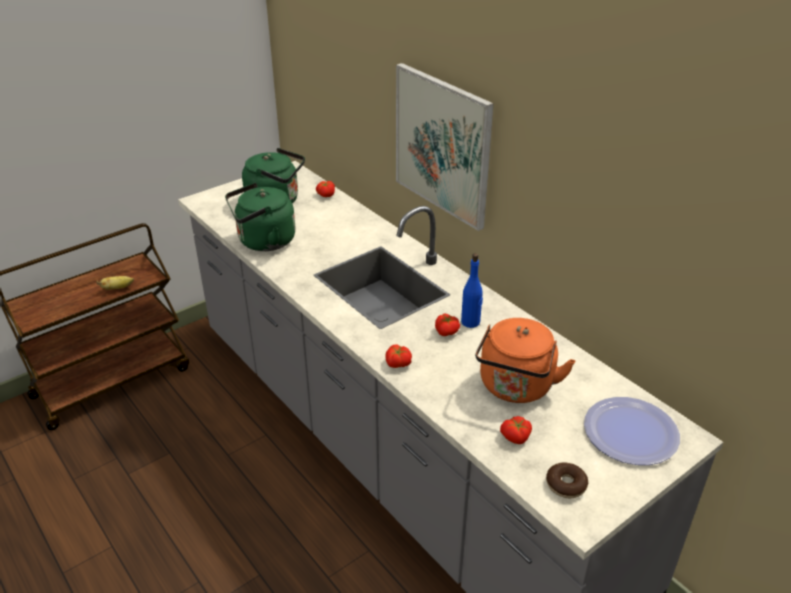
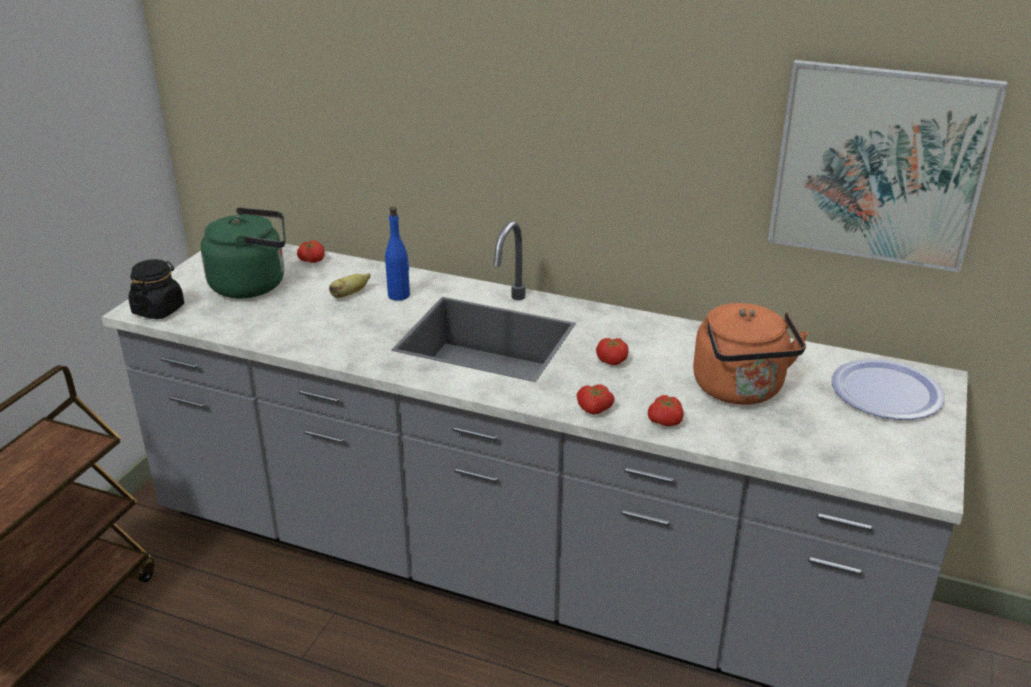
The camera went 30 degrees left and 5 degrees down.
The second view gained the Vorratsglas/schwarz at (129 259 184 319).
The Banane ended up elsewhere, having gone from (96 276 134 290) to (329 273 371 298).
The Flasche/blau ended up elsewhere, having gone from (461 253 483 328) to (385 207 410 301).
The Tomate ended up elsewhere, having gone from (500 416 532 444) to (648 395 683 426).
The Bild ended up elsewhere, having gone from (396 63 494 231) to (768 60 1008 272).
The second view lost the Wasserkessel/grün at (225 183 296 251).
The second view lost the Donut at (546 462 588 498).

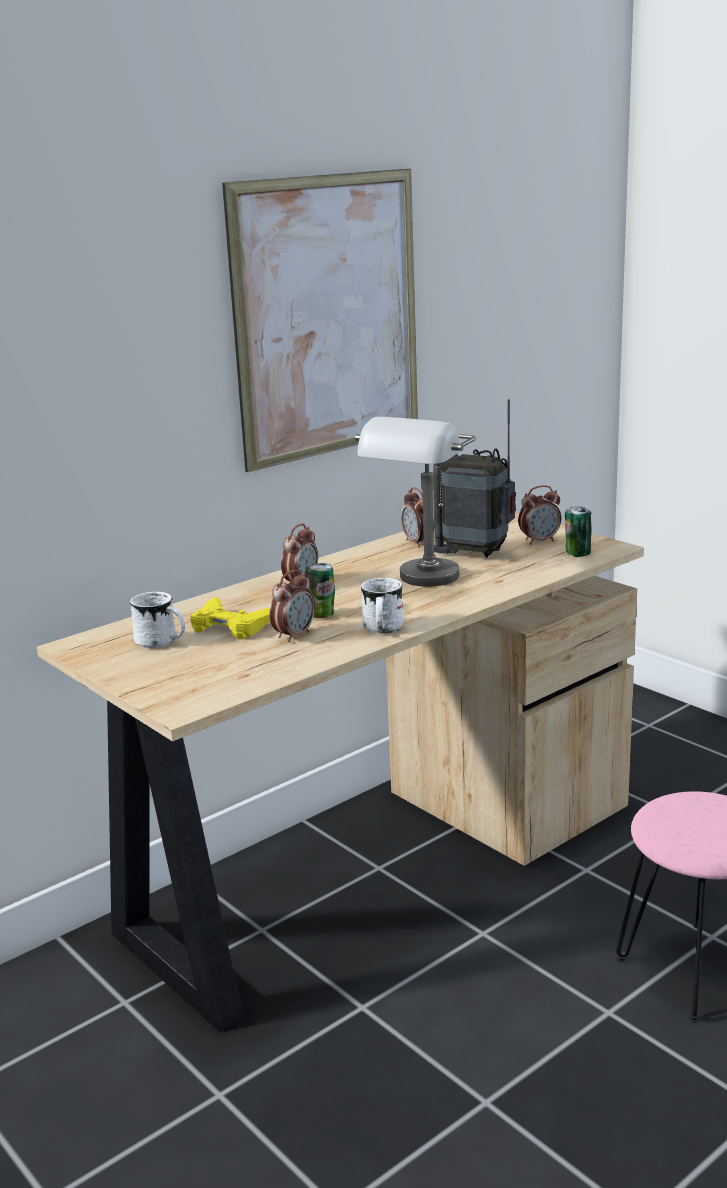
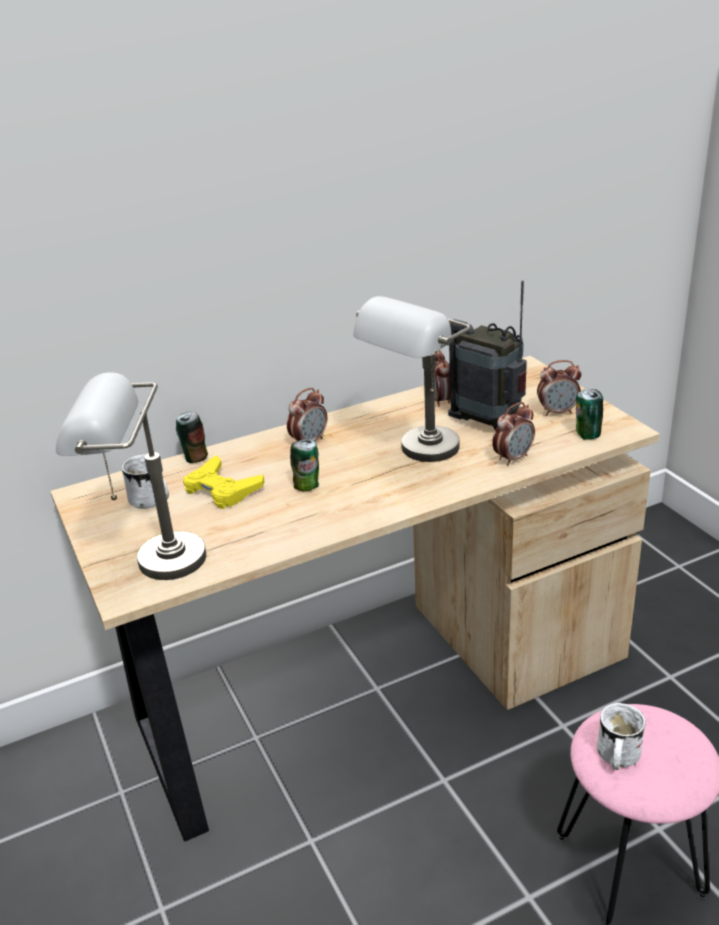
The camera went 15 degrees right and 10 degrees up.
The second view gained the Tischlampe/grau at (56 372 206 580).
The second view gained the Dose at (176 412 208 463).
The Wecker ended up elsewhere, having gone from (269 569 315 642) to (492 402 535 466).
The Henkelbecher/weiß ended up elsewhere, having gone from (361 578 403 634) to (597 703 646 770).
The second view lost the Bild at (222 169 418 472).

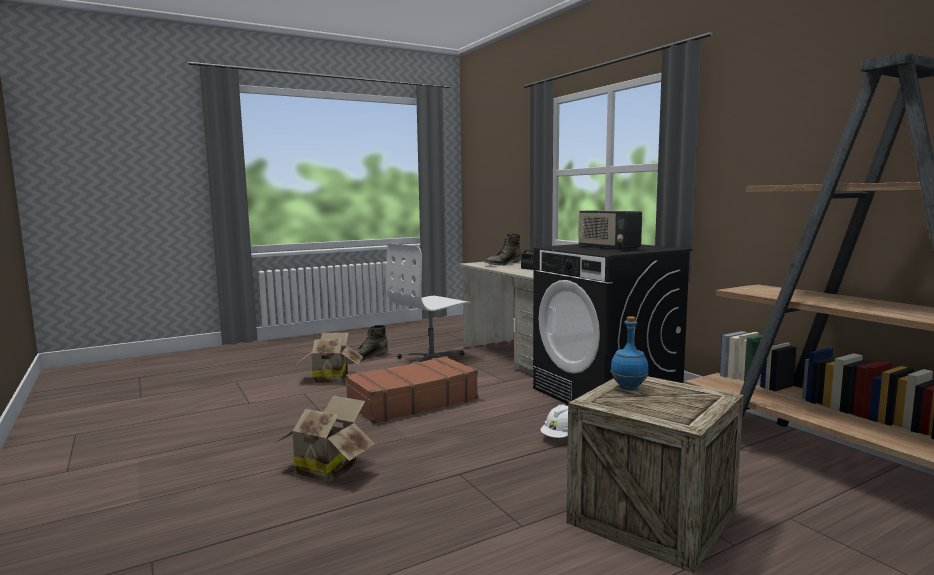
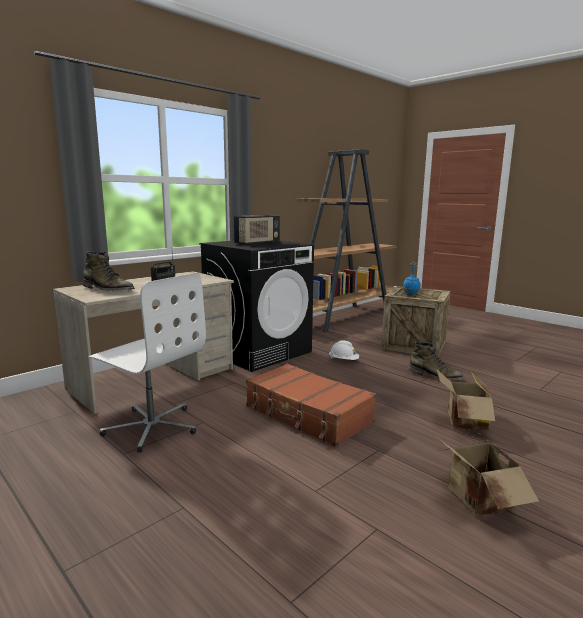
The camera went 105 degrees left and 5 degrees up.
The Stiefel/grün ended up elsewhere, having gone from (347 325 388 361) to (408 342 464 380).
The Karton ended up elsewhere, having gone from (297 332 363 383) to (437 432 539 516).

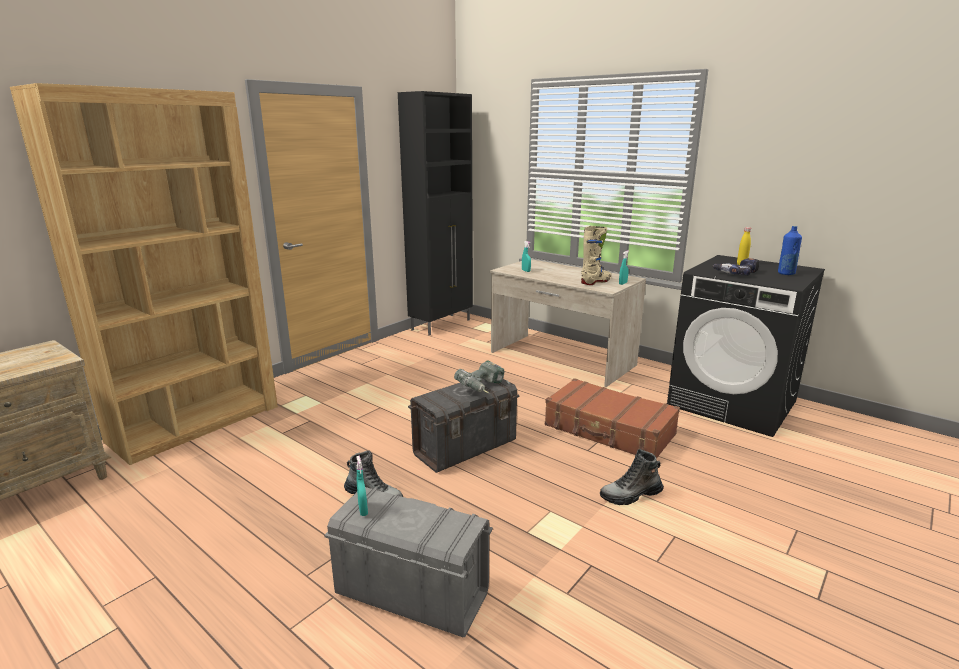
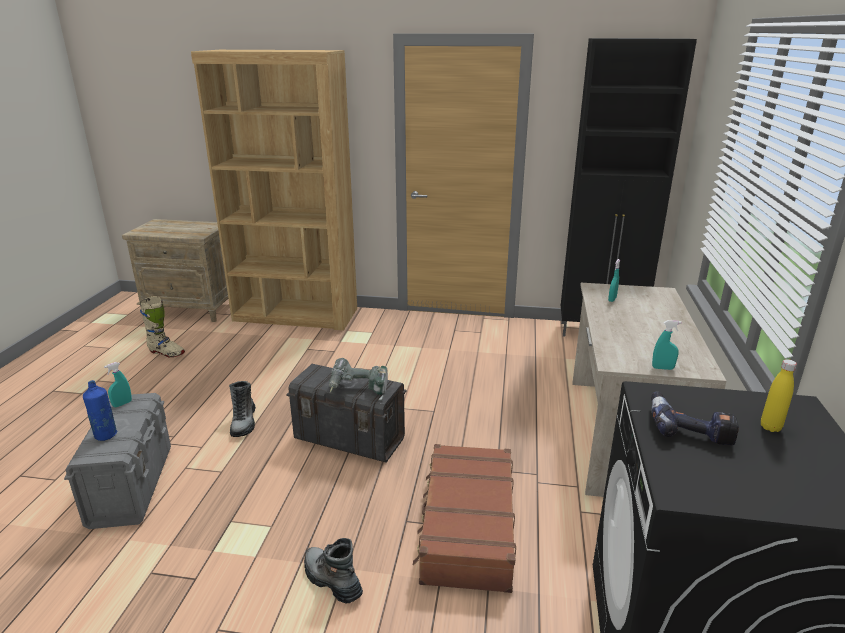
The camera went 60 degrees right and 5 degrees up.
The Flasche/blau ended up elsewhere, having gone from (778 226 802 275) to (83 380 117 441).
The Stiefel/beige ended up elsewhere, having gone from (581 226 612 285) to (140 296 185 357).

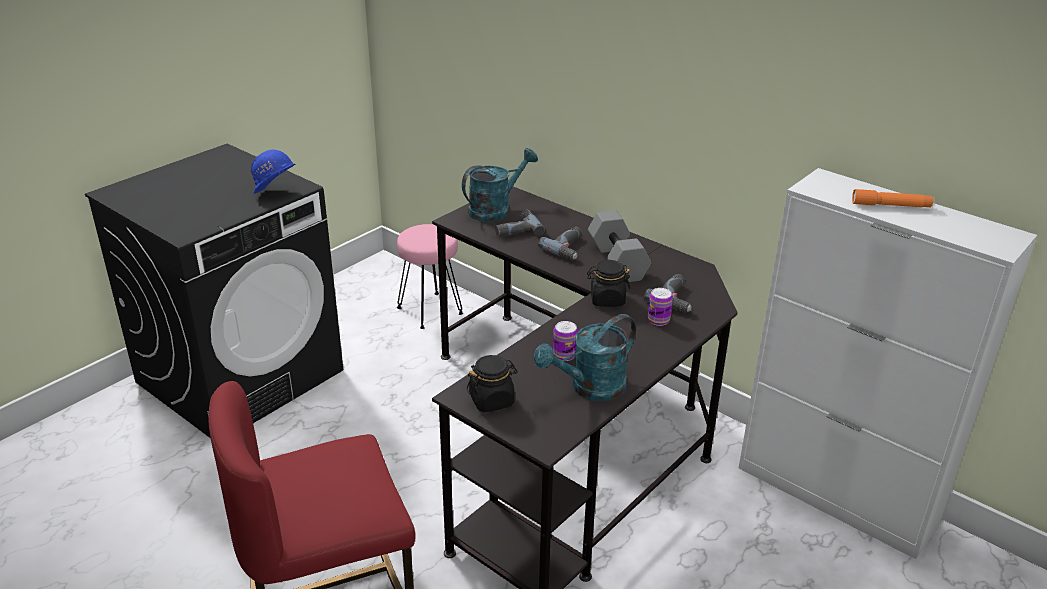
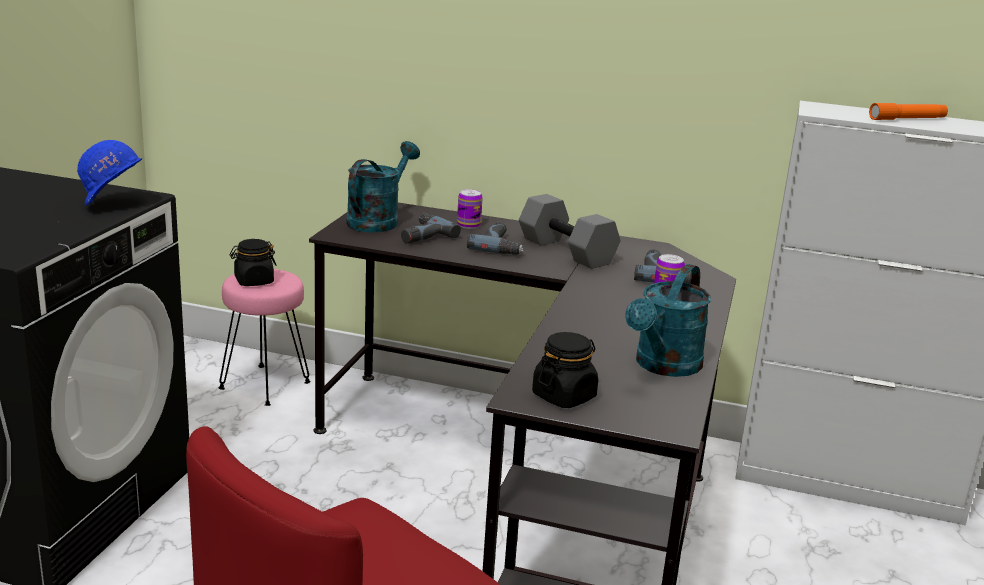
The camera went 25 degrees left and 10 degrees down.
The Vorratsglas/schwarz ended up elsewhere, having gone from (587 260 630 307) to (229 239 277 286).
The Dose ended up elsewhere, having gone from (553 321 578 361) to (457 189 483 229).

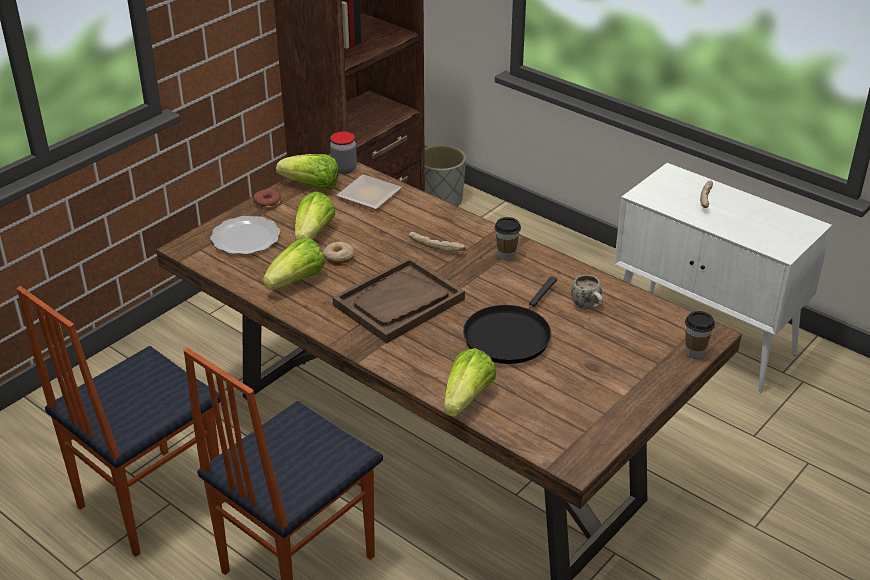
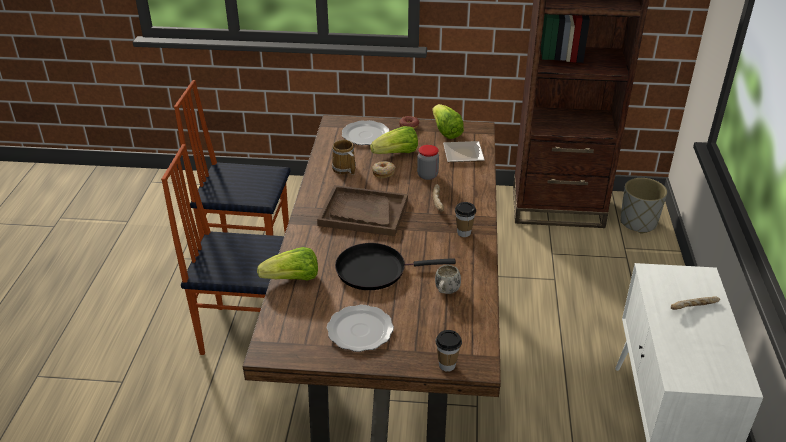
The camera went 55 degrees right and 0 degrees up.
The second view gained the Teller at (327 305 394 352).
Where the Salatkopf stood at (263 238 325 290), the Henkelbecher came to stand at (332 140 356 175).
The Vorratsglas ended up elsewhere, having gone from (330 132 357 174) to (417 145 439 180).

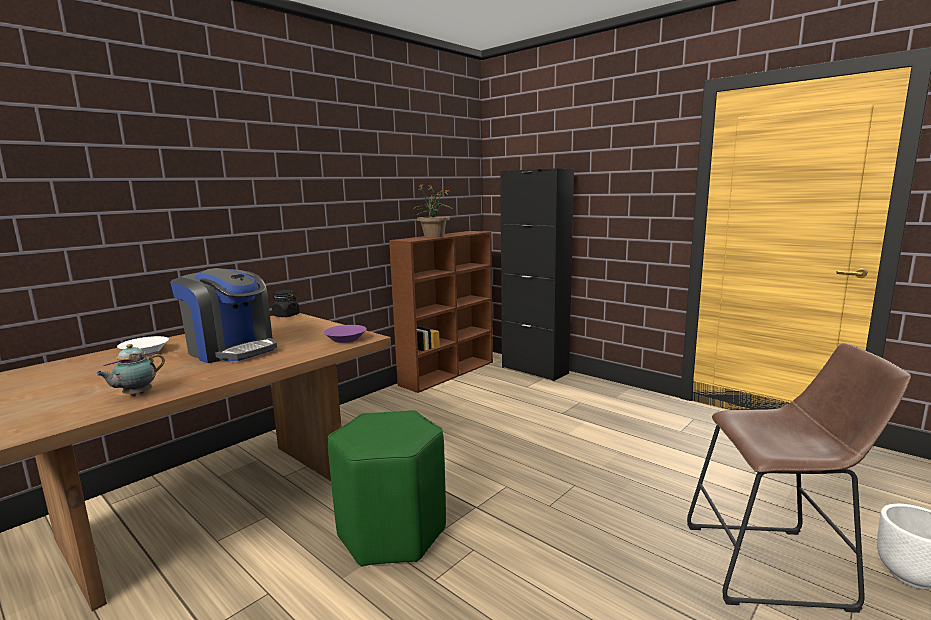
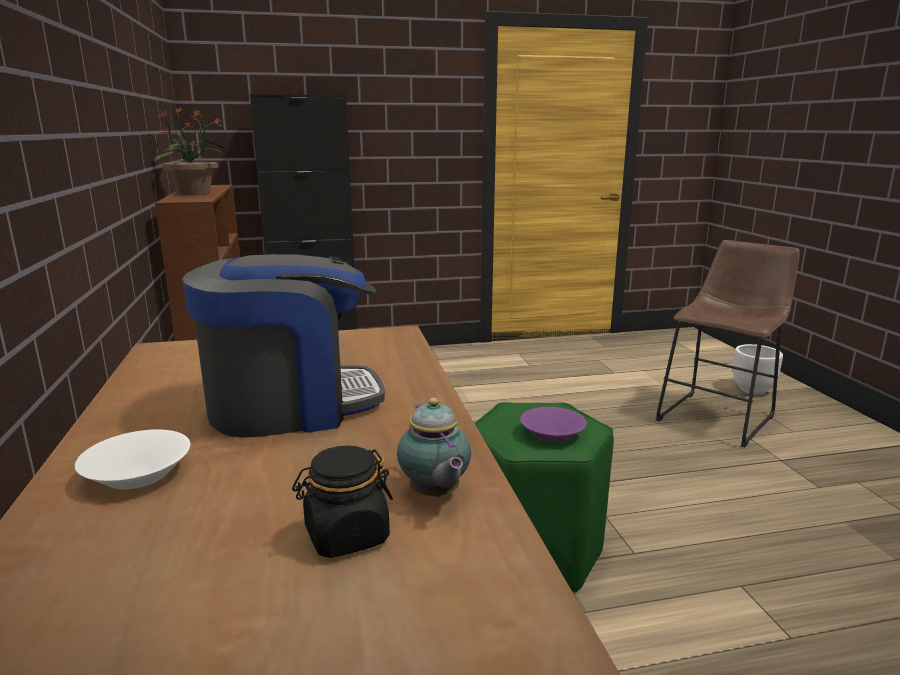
The camera went 55 degrees left and 5 degrees up.
The Vorratsglas/schwarz ended up elsewhere, having gone from (272 290 300 317) to (292 446 393 558).
The Schüssel/lila ended up elsewhere, having gone from (323 325 366 343) to (520 407 587 442).

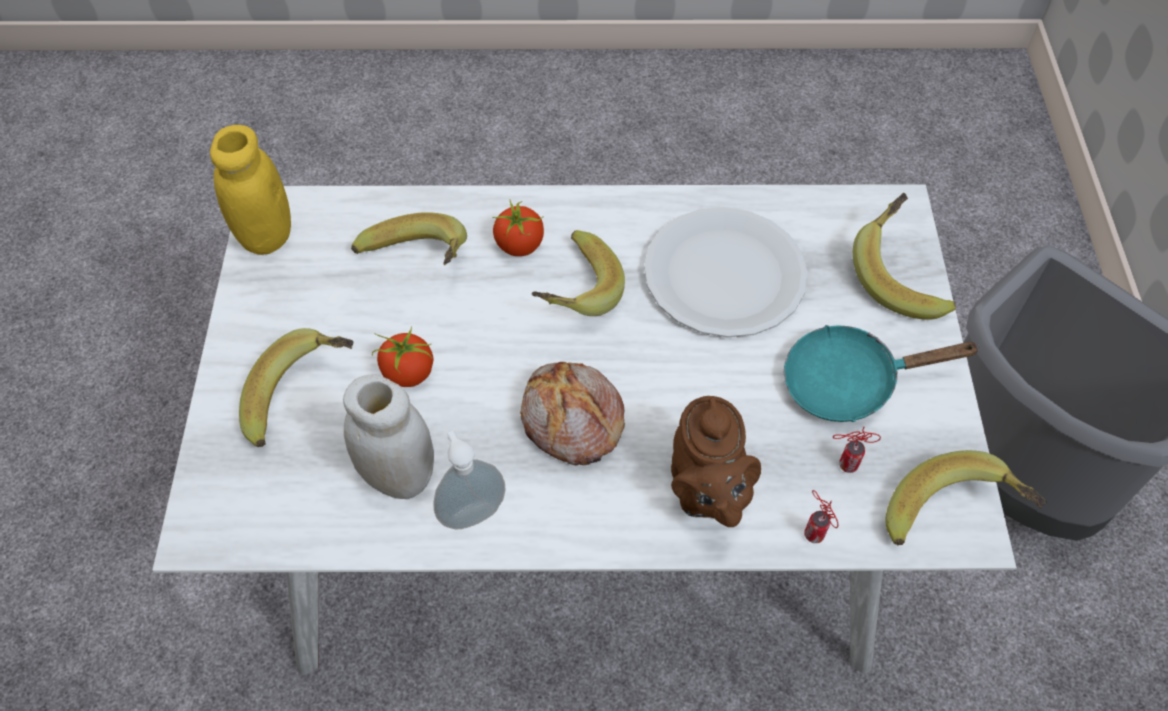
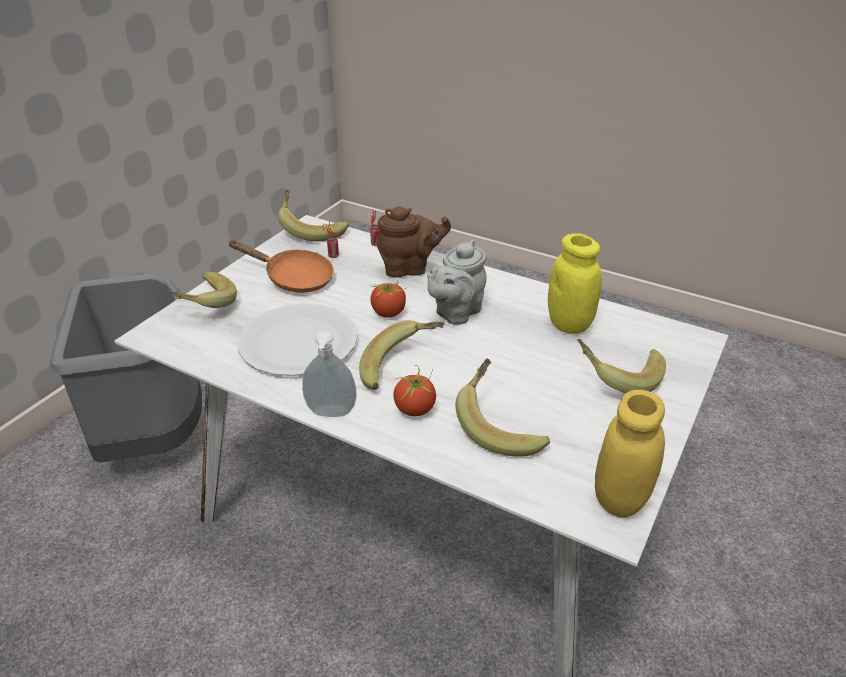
The camera went 150 degrees left and 20 degrees down.
What was the Pfanne/türkis at (784 325 981 422) turned into the Pfanne/orange at (228 240 334 293).
The Seifenspender ended up elsewhere, having gone from (433 431 505 530) to (302 331 357 417).
The Tomate ended up elsewhere, having gone from (372 327 433 387) to (371 283 406 318).
The Teekanne/braun at (671 396 761 527) ended up facing another way, 60 degrees clockwise from before.
Where the Brot stood at (520 362 625 465), the Teekanne/grau came to stand at (427 240 486 325).
What was the Vorratsglas/weiß at (343 374 434 499) turned into the Vorratsglas/gelb at (548 233 602 334).

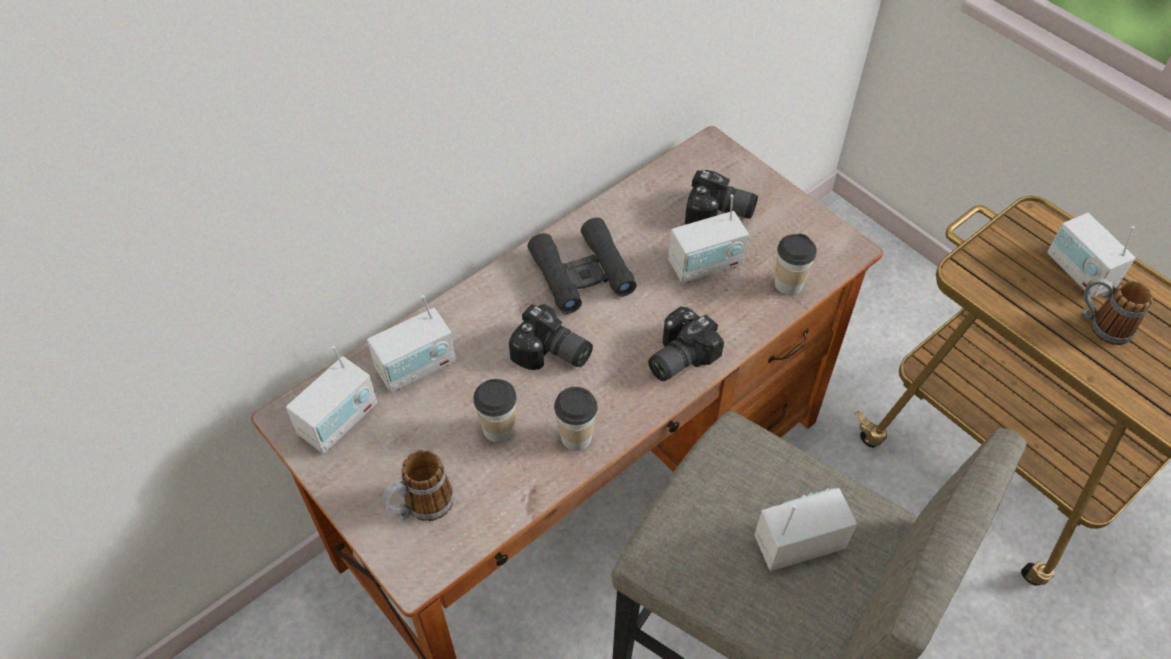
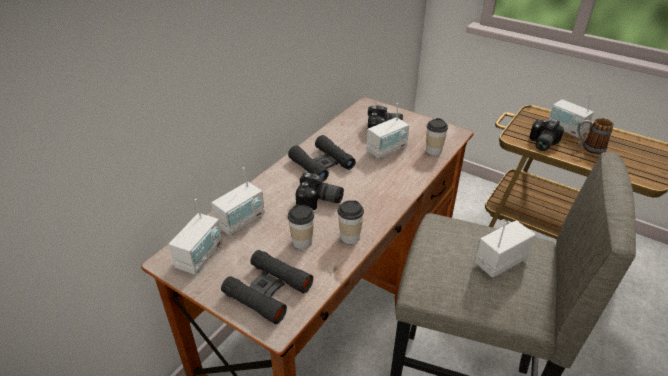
The camera went 15 degrees left and 15 degrees down.
Where the Henkelbecher stood at (382 450 454 521), the Fernglas/schwarz came to stand at (221 250 313 324).
The Kamera ended up elsewhere, having gone from (648 307 724 381) to (529 119 564 151).

